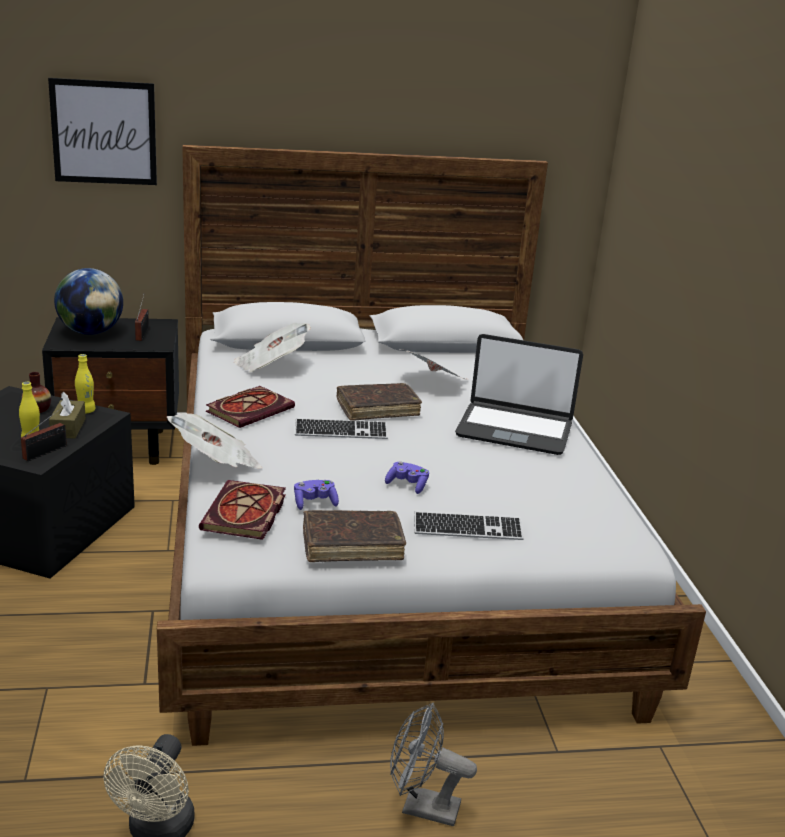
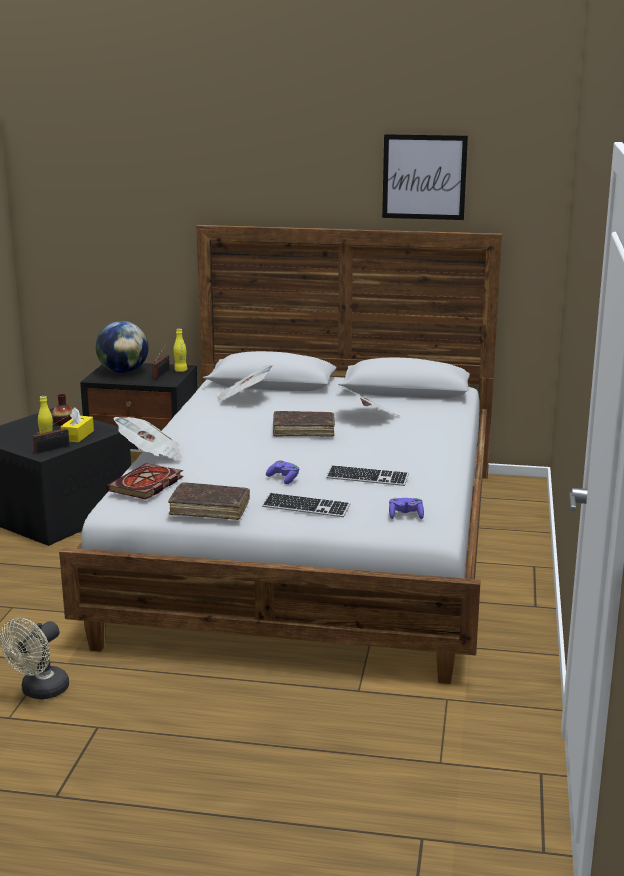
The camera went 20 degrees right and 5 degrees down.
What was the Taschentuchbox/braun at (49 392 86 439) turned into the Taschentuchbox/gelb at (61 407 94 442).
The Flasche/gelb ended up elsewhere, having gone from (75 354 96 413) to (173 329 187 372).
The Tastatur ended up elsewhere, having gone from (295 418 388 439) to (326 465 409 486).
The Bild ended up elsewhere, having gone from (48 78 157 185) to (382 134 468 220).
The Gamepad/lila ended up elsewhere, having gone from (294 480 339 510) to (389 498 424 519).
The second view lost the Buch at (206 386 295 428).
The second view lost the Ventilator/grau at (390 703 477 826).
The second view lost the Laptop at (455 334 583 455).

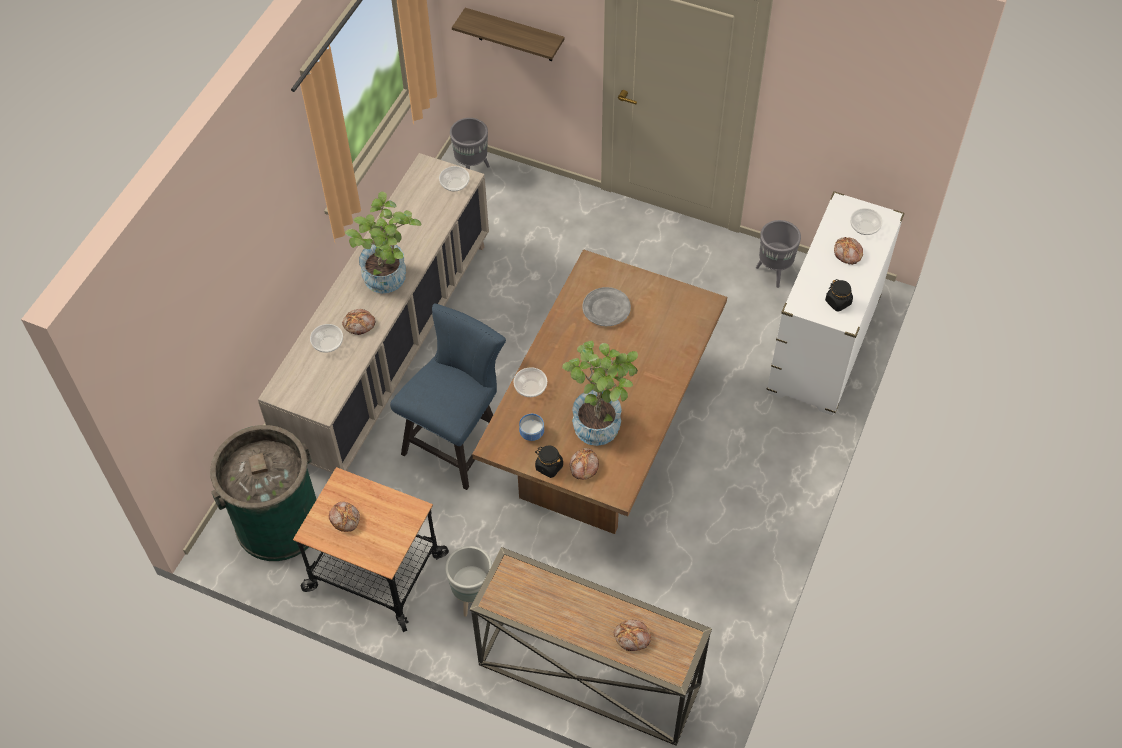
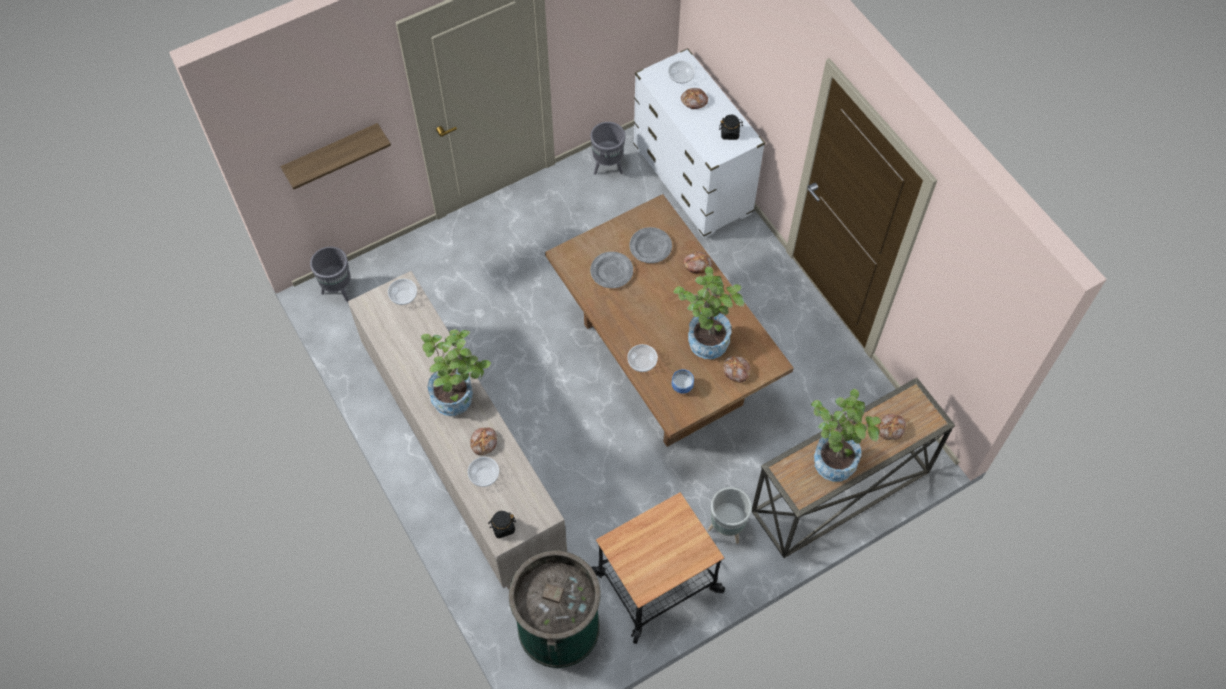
The camera went 55 degrees left and 5 degrees up.
The Vorratsglas/schwarz ended up elsewhere, having gone from (535 445 563 478) to (488 511 516 538).
The second view gained the Teller/grau at (629 227 672 263).
The Brot ended up elsewhere, having gone from (329 502 360 532) to (683 252 713 273).
The second view gained the Topfpflanze at (811 389 881 482).
The second view lost the Stuhl/blau at (390 304 506 490).

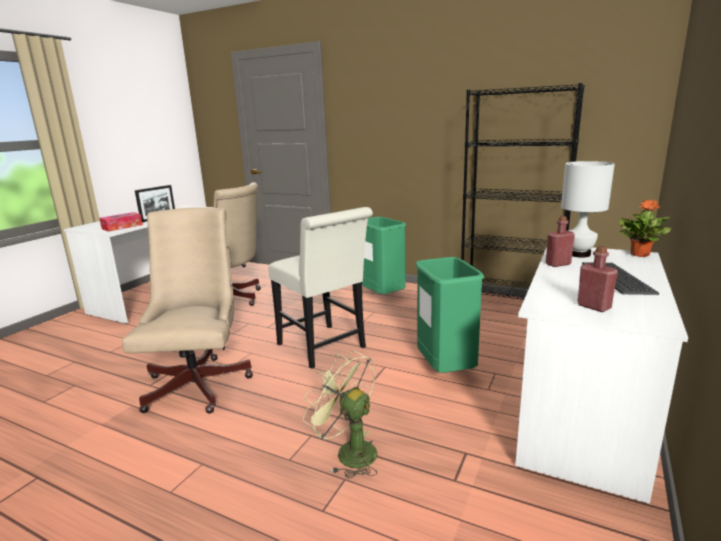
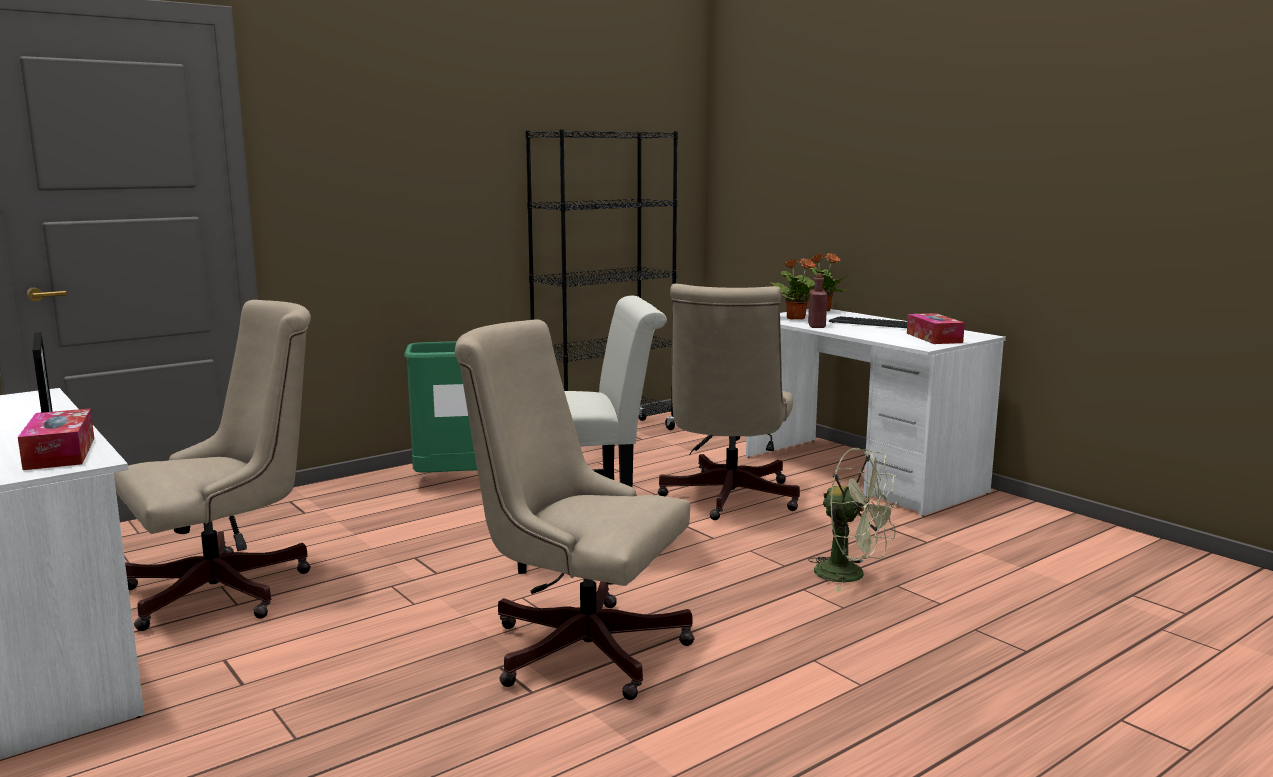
The camera went 65 degrees left and 5 degrees down.
Where the Mülleimer/grün stood at (415 257 484 373), the Bürostuhl/beige came to stand at (658 284 800 520).
Where the Tischlampe/weiß stood at (561 161 615 257), the Topfpflanze came to stand at (770 258 824 320).
The Ventilator/grün at (303 350 377 479) ended up facing another way, 120 degrees counterclockwise from before.
Where the Flasche/rot stood at (577 246 618 312), the Taschentuchbox came to stand at (907 313 965 344).

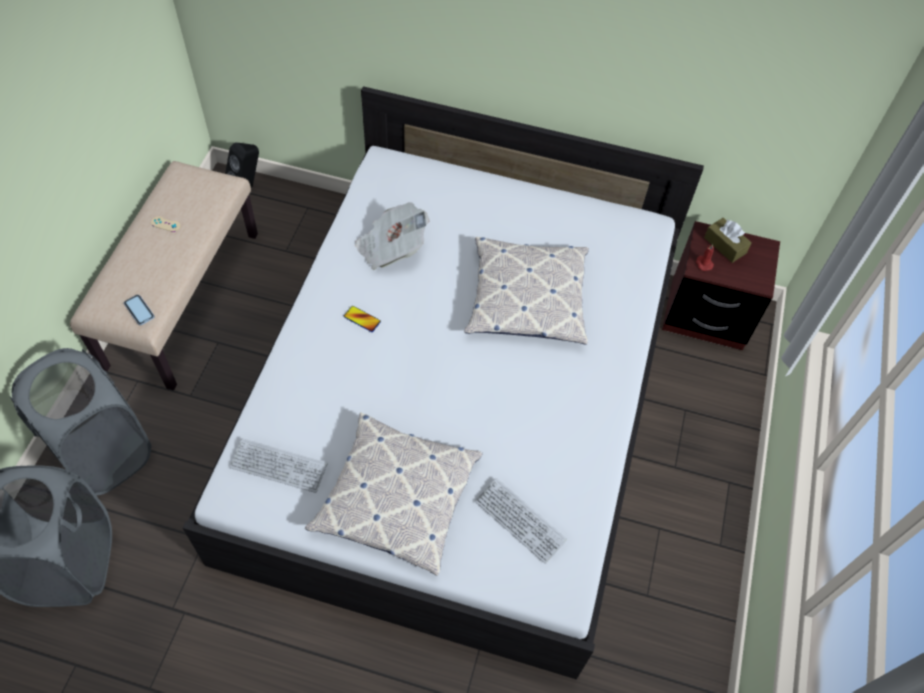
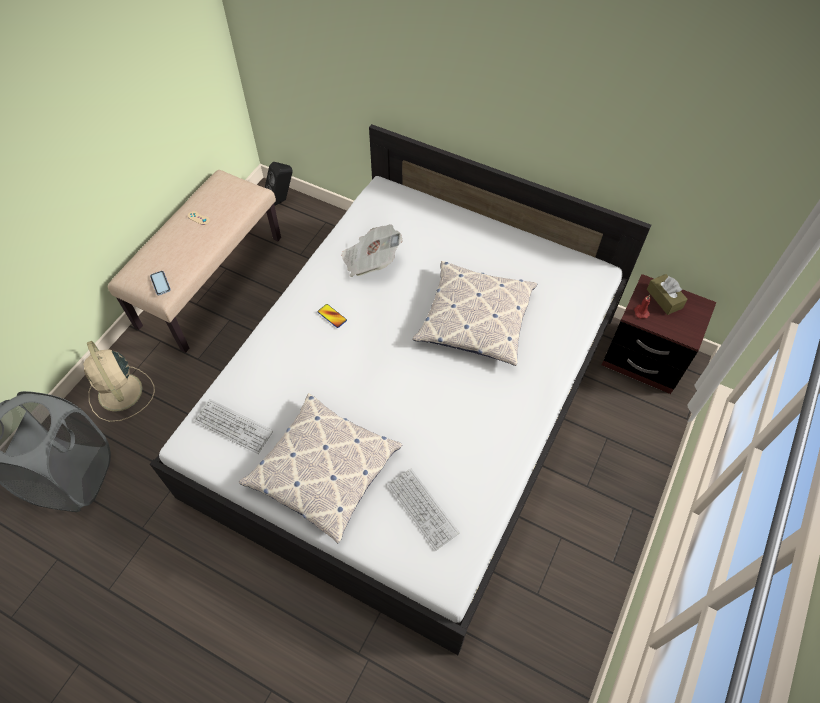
The camera went 15 degrees right and 0 degrees up.
Where the Wäschekorb/grau stood at (9 348 151 495), the Ventilator/beige came to stand at (83 341 155 422).

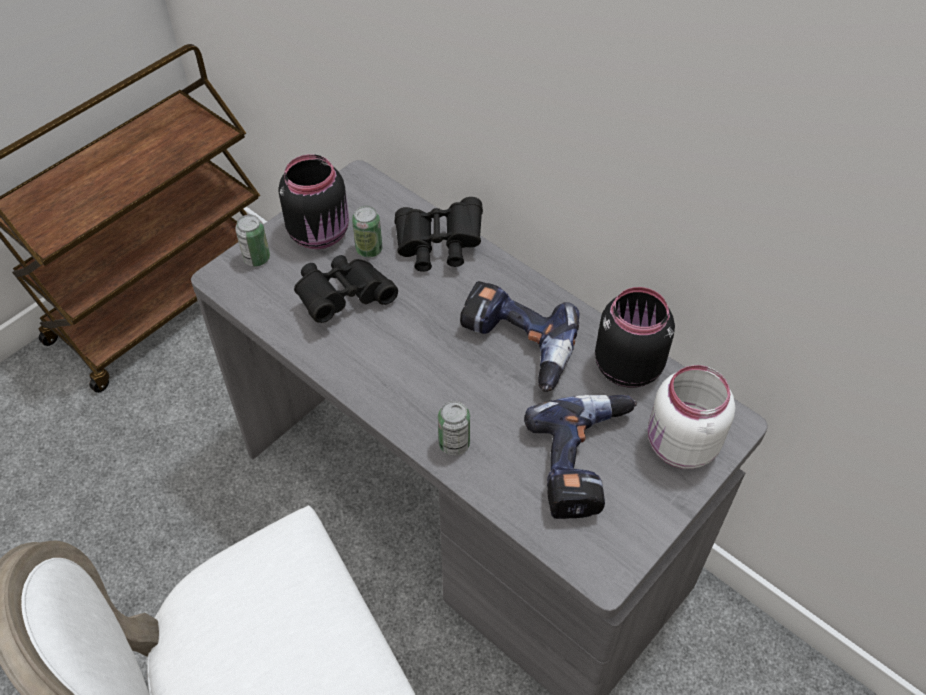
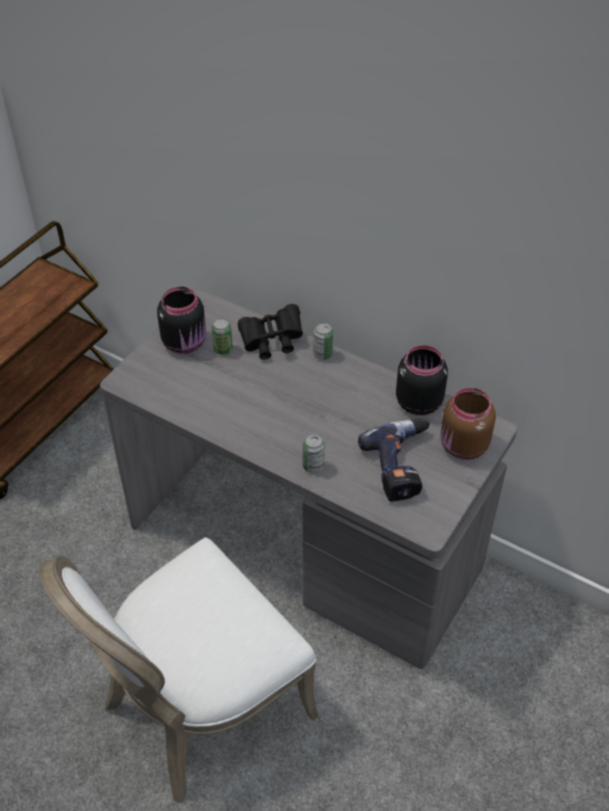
The camera went 10 degrees left and 5 degrees down.
The Dose ended up elsewhere, having gone from (235 214 270 267) to (313 323 333 360).
What was the Vorratsglas/weiß at (648 365 735 469) turned into the Vorratsglas/braun at (440 388 496 460).
The second view lost the Fernglas/schwarz at (294 255 398 323).
The second view lost the Bohrmaschine at (460 281 579 392).

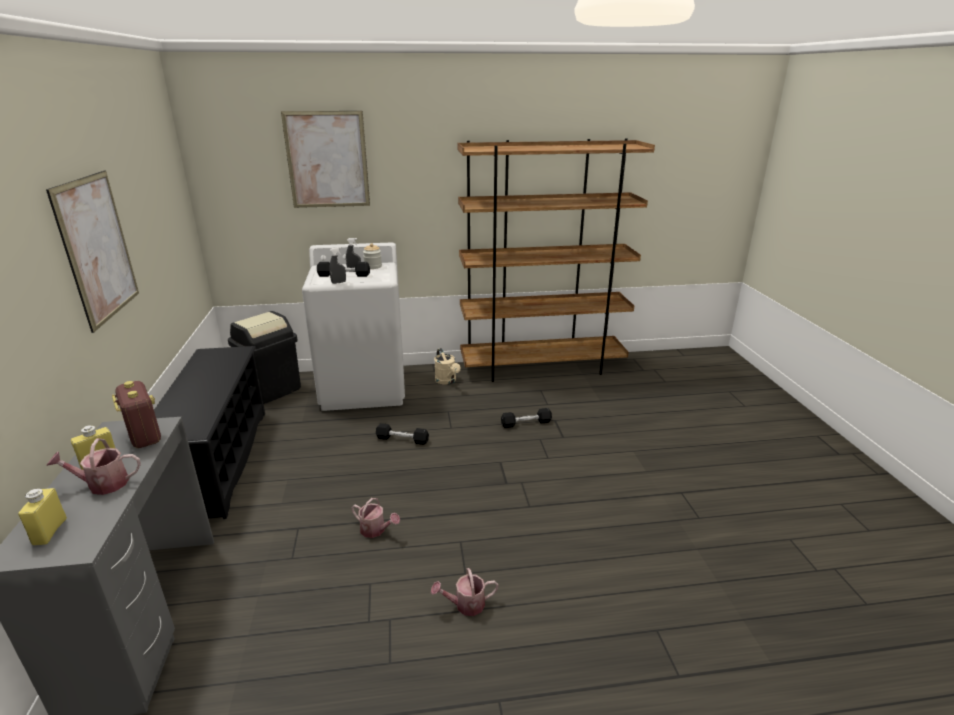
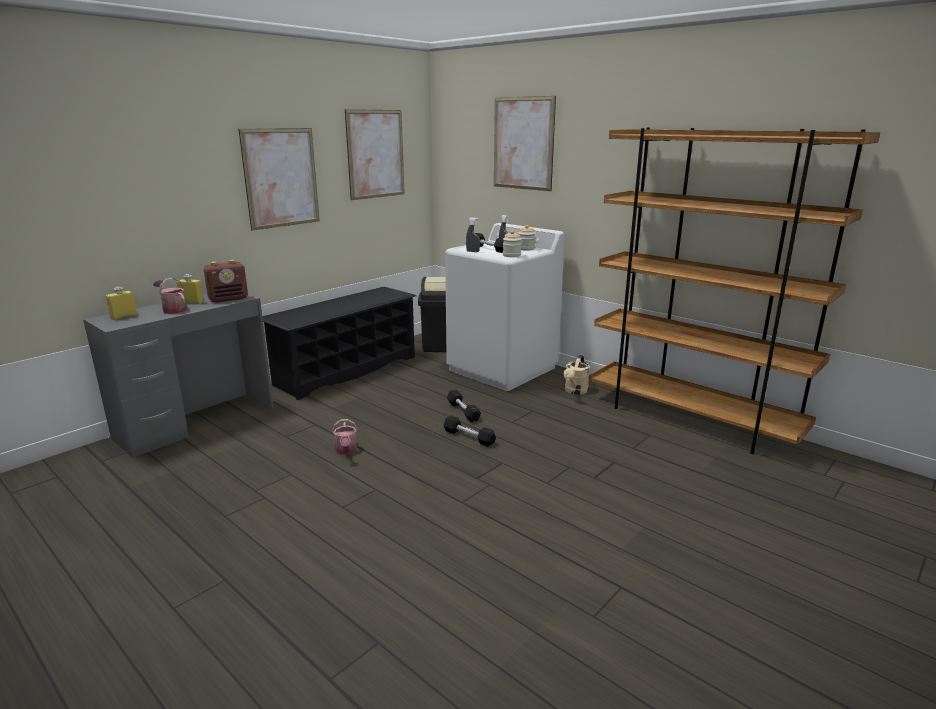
The camera went 50 degrees right and 5 degrees down.
The Radio at (112 381 161 448) ended up facing another way, 45 degrees clockwise from before.
The second view gained the Bild at (345 109 405 200).
The Hantel/schwarz ended up elsewhere, having gone from (501 408 552 428) to (444 415 496 446).
The second view gained the Vorratsglas at (503 230 522 257).
The second view lost the Gießkanne at (431 568 499 616).

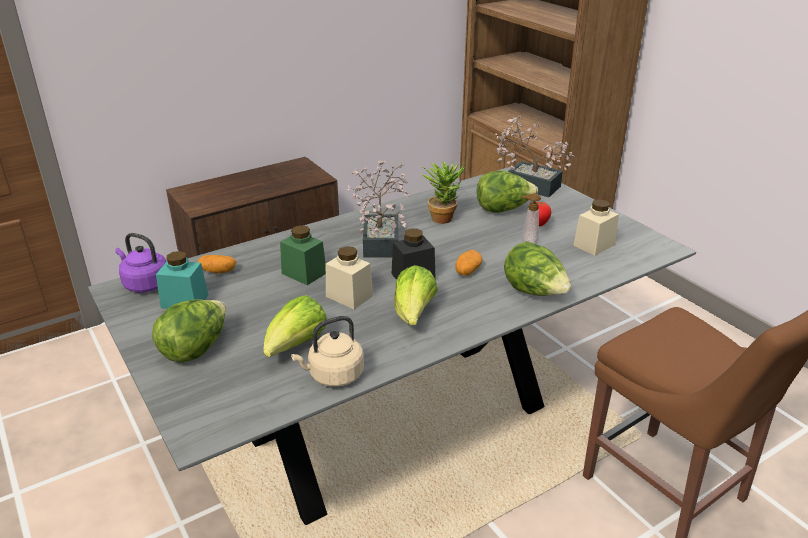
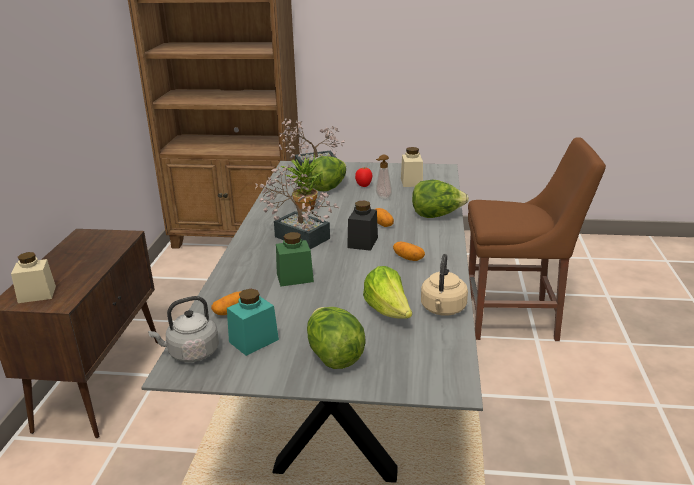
The camera went 50 degrees left and 5 degrees down.
The Vorratsglas/beige ended up elsewhere, having gone from (326 246 373 309) to (11 252 56 303).
What was the Wasserkessel/lila at (115 233 167 292) turned into the Wasserkessel/grau at (148 296 219 362).
Where the Salatkopf stood at (394 265 438 326), the Kartoffel came to stand at (393 242 425 261).

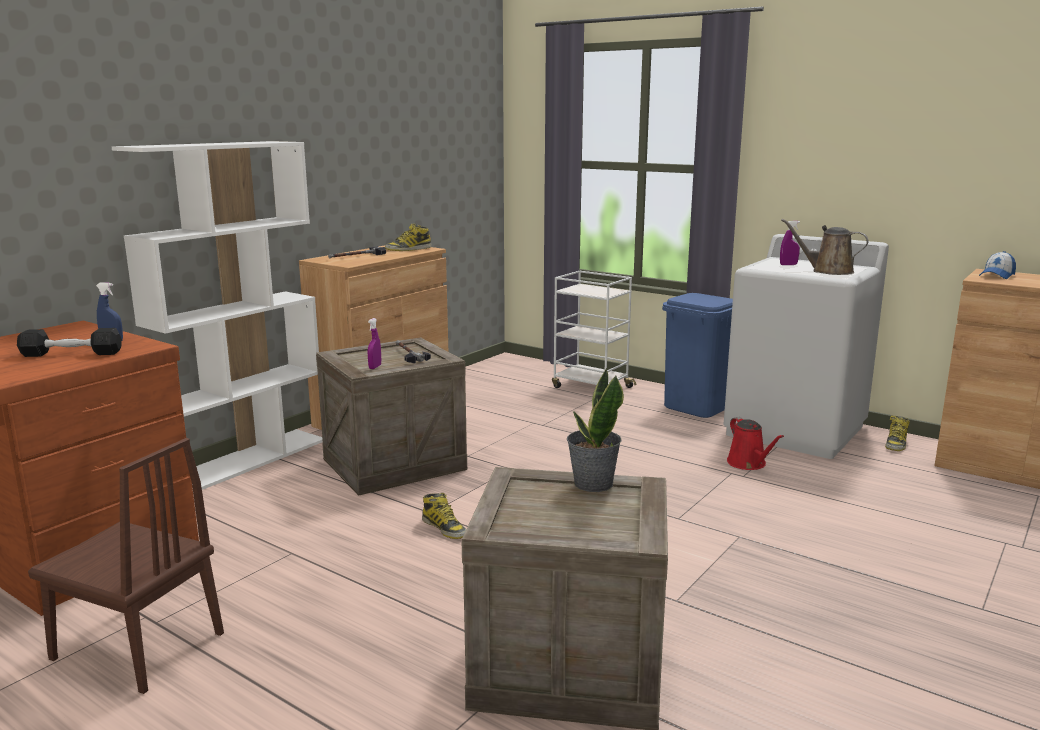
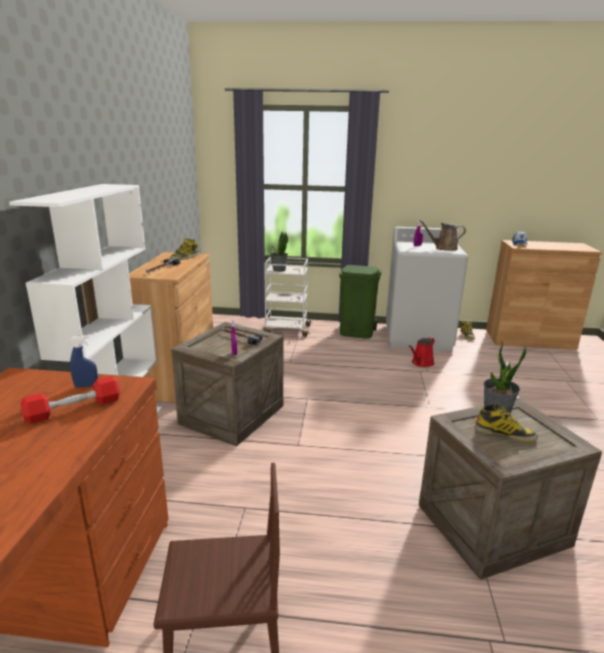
The camera went 30 degrees left and 5 degrees up.
What was the Hantel/schwarz at (17 328 122 357) turned into the Hantel/rot at (20 376 120 424).
The second view gained the Topfpflanze at (270 231 288 272).
What was the Mülleimer/blau at (662 293 733 418) turned into the Mülleimer/grün at (339 265 381 339).
The Gießkanne/rot at (727 417 784 470) ended up facing another way, 90 degrees clockwise from before.
The Stiefel ended up elsewhere, having gone from (422 493 466 539) to (475 403 538 442).

